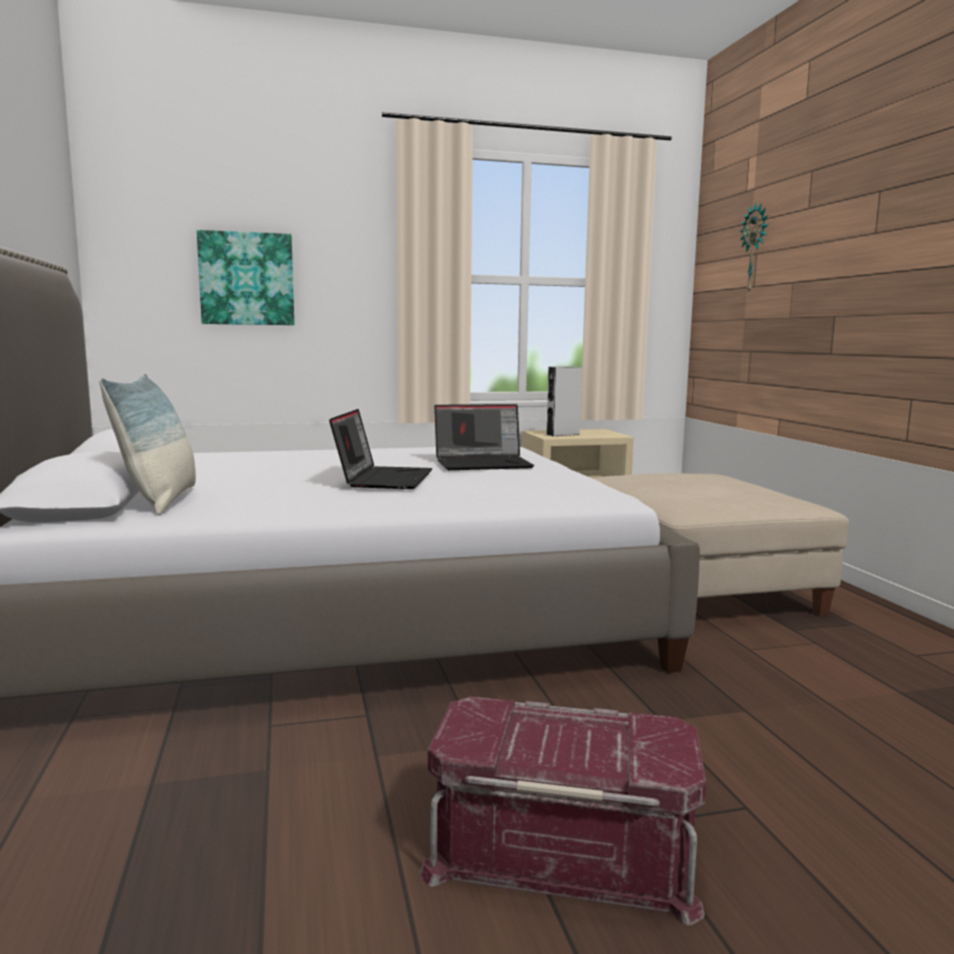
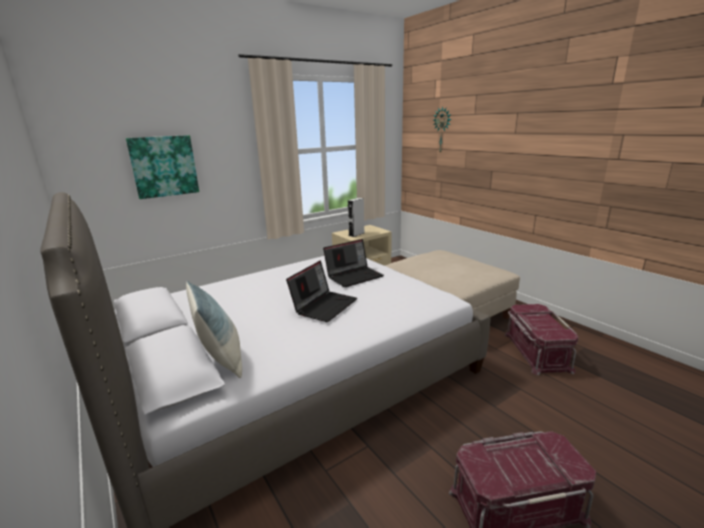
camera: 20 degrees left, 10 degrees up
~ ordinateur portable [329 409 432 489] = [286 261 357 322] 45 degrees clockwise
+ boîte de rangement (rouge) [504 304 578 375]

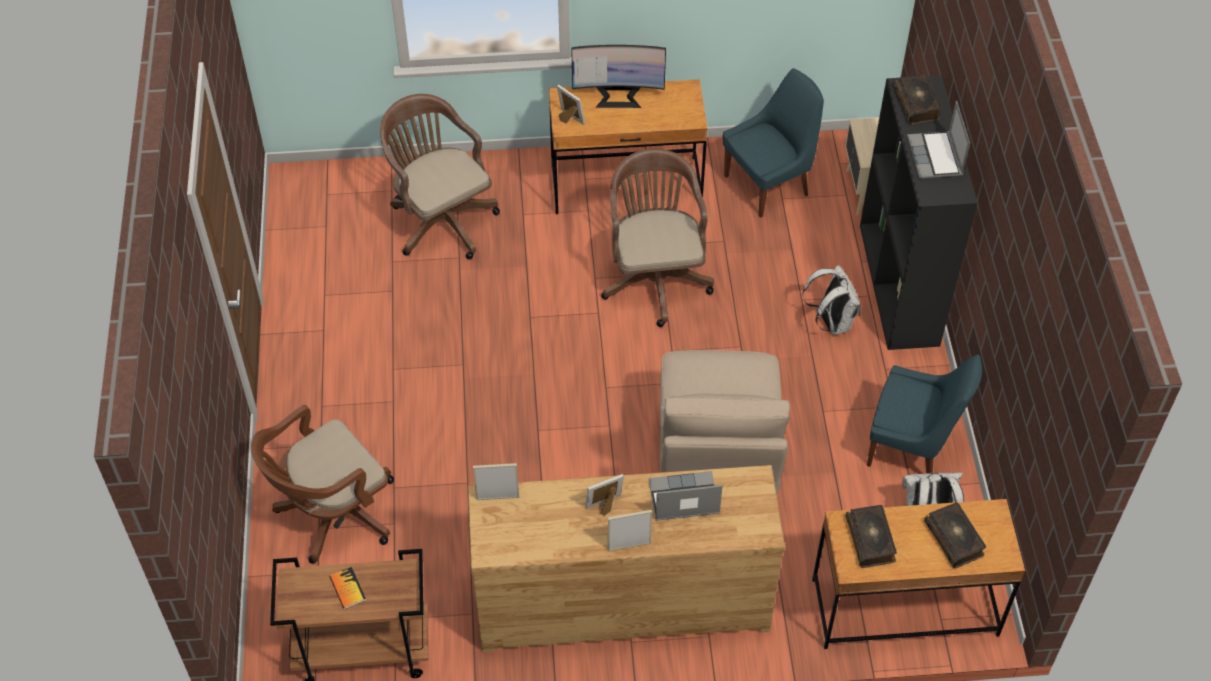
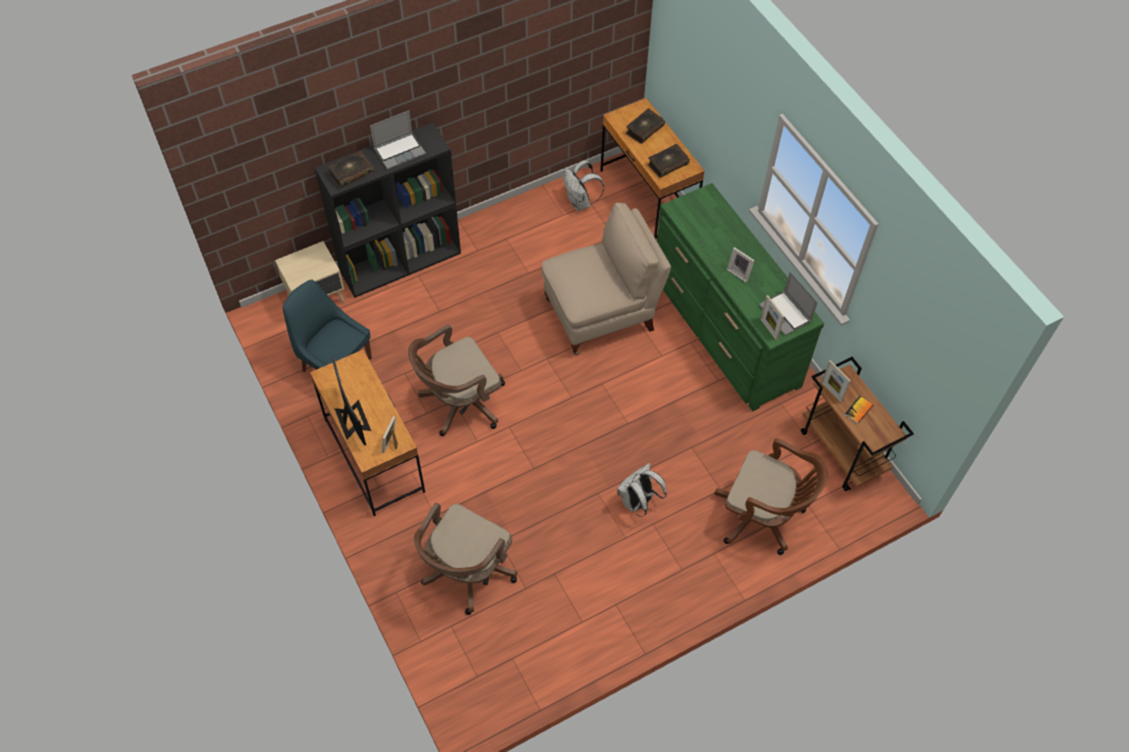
camera: 115 degrees left, 5 degrees up
~ commode (marron) [468 465 785 653] to commode (vert) [657 183 824 411]
~ cadre photo [608 510 652 551] to [821 360 851 403]
~ ordinateur portable [649 471 723 521] to [759 271 818 336]
~ sac à dos (blanc) [802 265 861 335] to [617 463 667 517]
- chaise (bleu) [867 354 982 474]

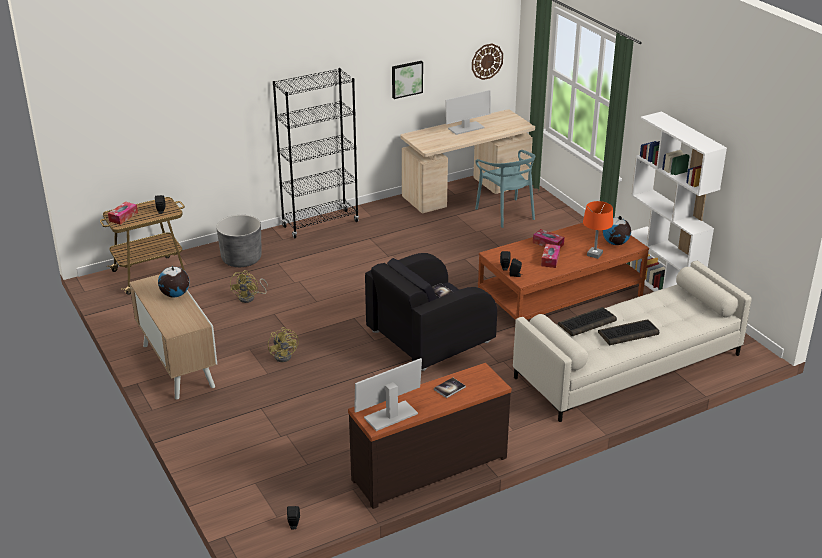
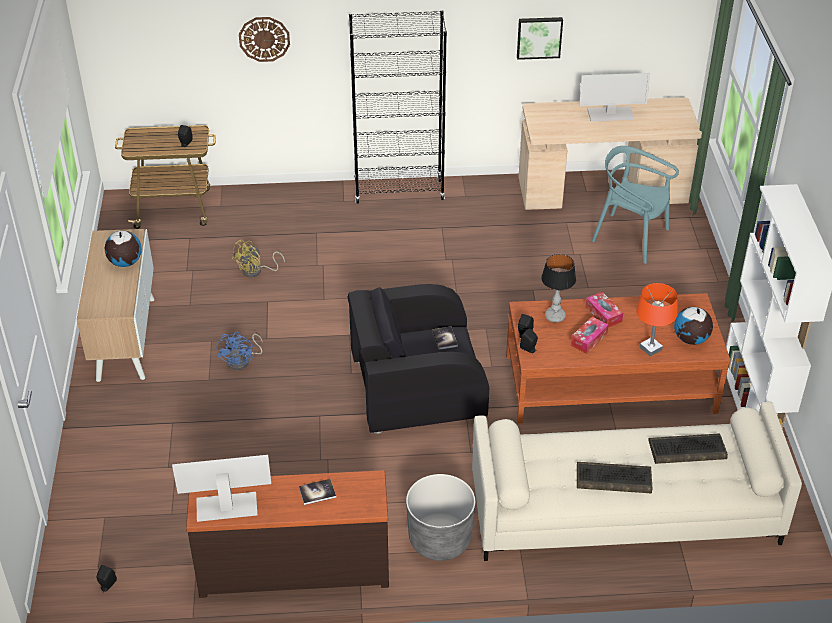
camera: 25 degrees right, 10 degrees up
- boîte à mouchoirs [108 202 138 225]
~ cache-pot (gris) [216 215 262 267] to [406 474 476 561]
~ ventilateur (jaune) [268 327 299 362] to ventilateur (bleu) [216 332 263 370]
~ horloge murale [472 43 503 80] to [239 17 290 62]
~ chaise (turquoise) [475 150 535 228] = [592 146 679 264] 120 degrees clockwise
~ clavier [558 307 617 336] to [648 433 728 464]
+ lampe de table [541 254 576 322]

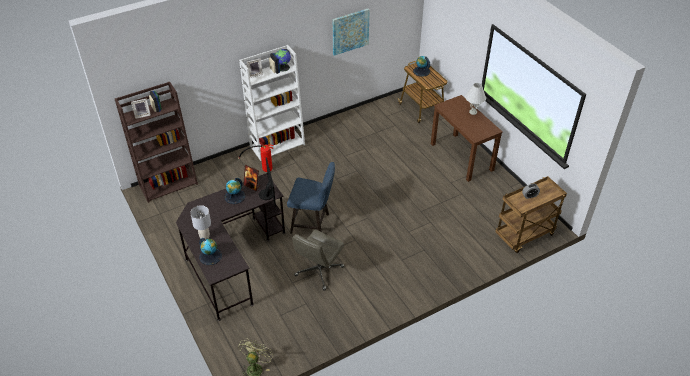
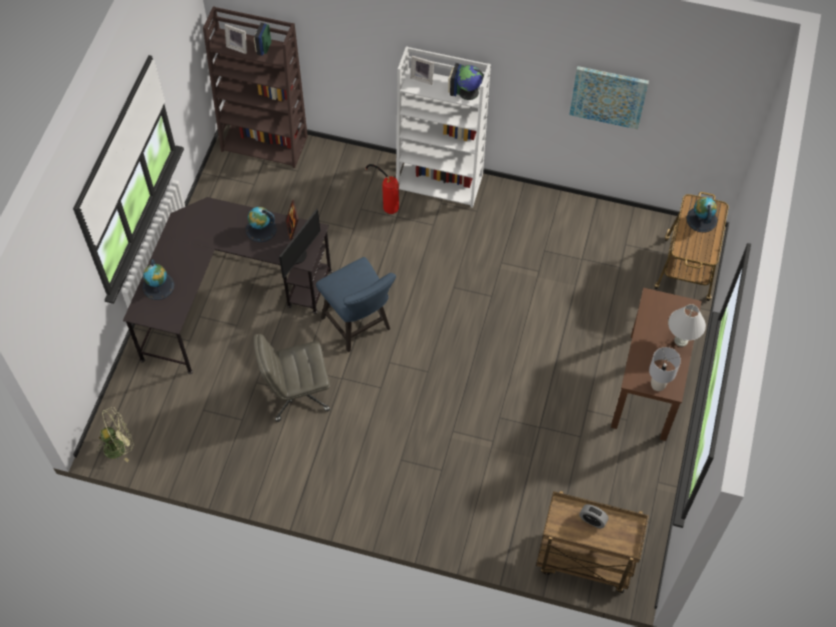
camera: 45 degrees right, 15 degrees up
~ lampe de table (gris) [190 205 211 239] to [649 347 681 391]

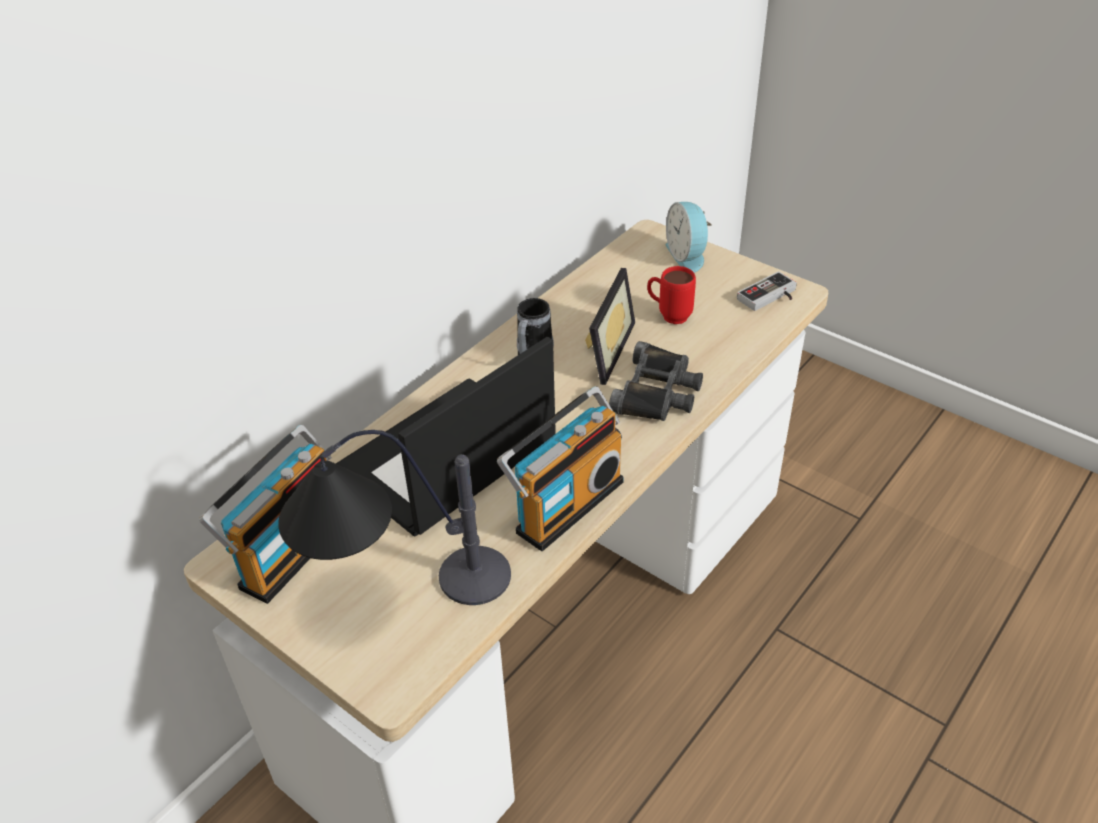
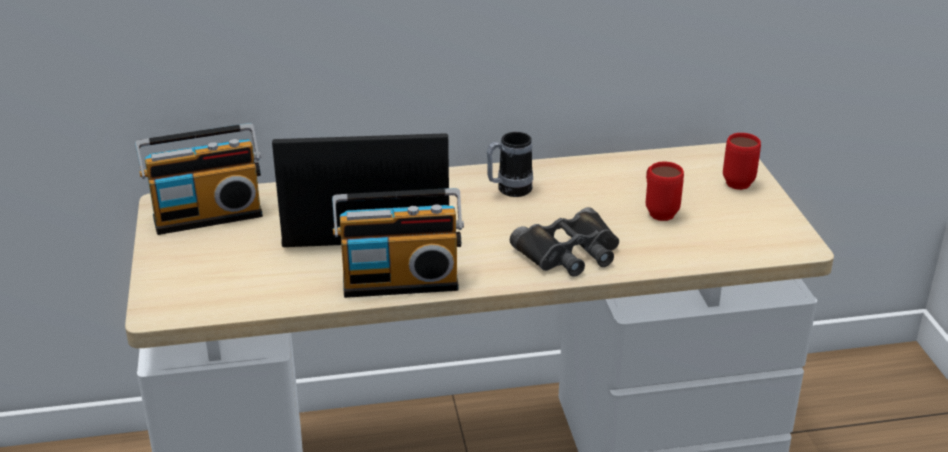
camera: 40 degrees right, 10 degrees down
- lampe de table [278 430 511 605]
- cadre photo [585 268 635 385]
~ réveil [665 202 712 273] to mug (rouge) [723 133 761 190]
- manette [737 272 797 311]

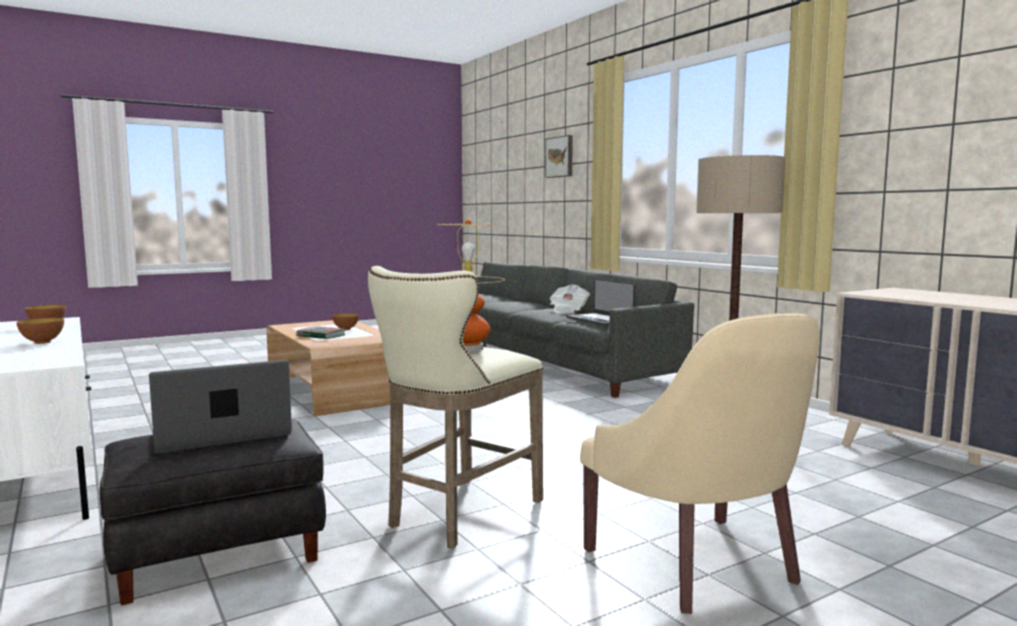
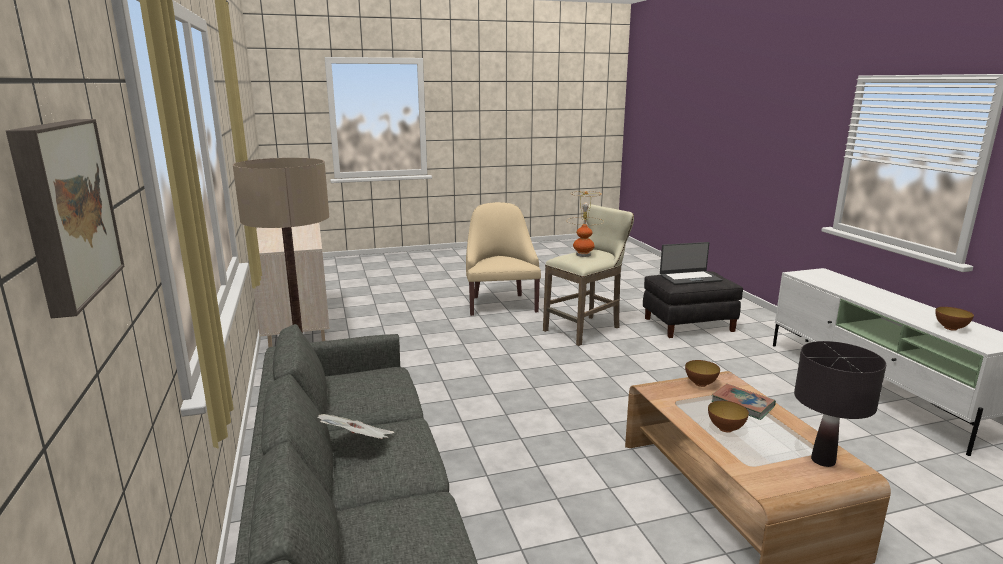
camera: 165 degrees left, 10 degrees up
~ bol [16 318 64 344] to [685 360 720 387]
- ordinateur portable [567 279 636 326]
+ lampe de table (noir) [794 341 886 467]

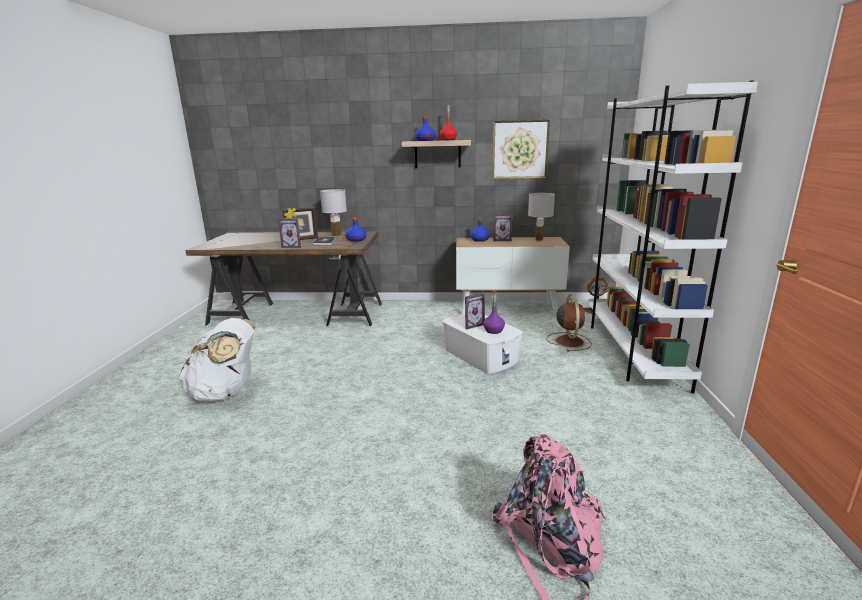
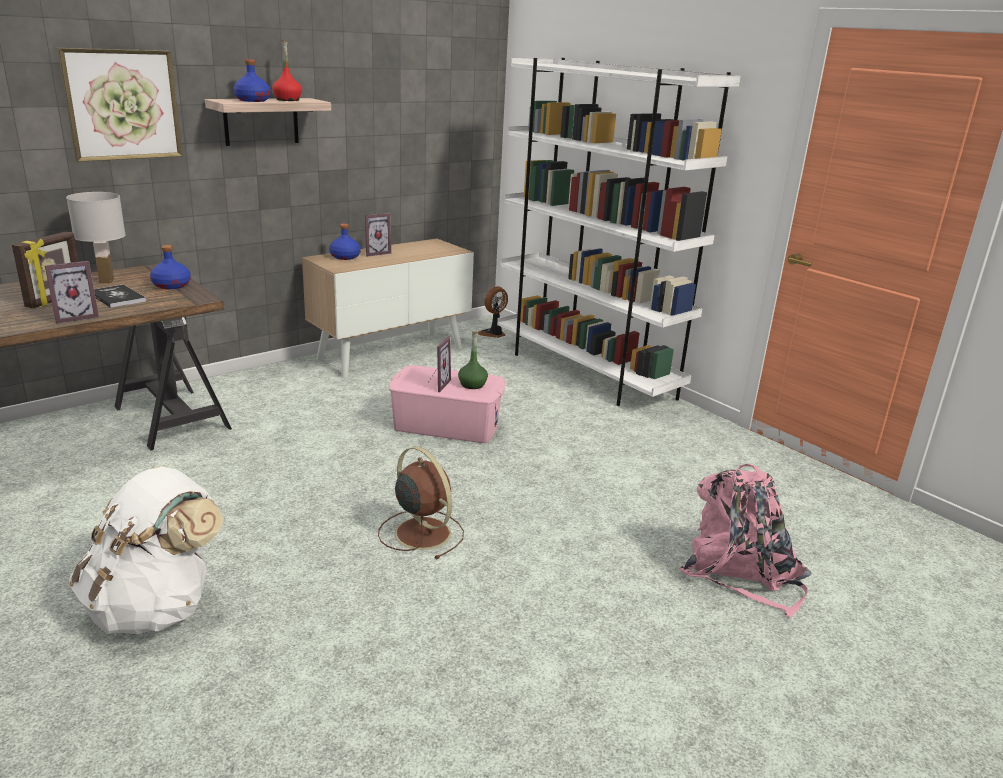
camera: 45 degrees left, 5 degrees up
~ boîte de rangement (blanc) [442 313 523 374] to boîte de rangement (rose) [389 365 505 443]
~ bouteille (violet) [483 291 505 334] to bouteille (vert) [458 331 488 389]
~ tableau [492 119 550 179] to [57 48 182 162]
- lampe de table (blanc) [528 193 555 241]
~ ventilateur (marron) [546 294 592 352] to [378 447 464 559]

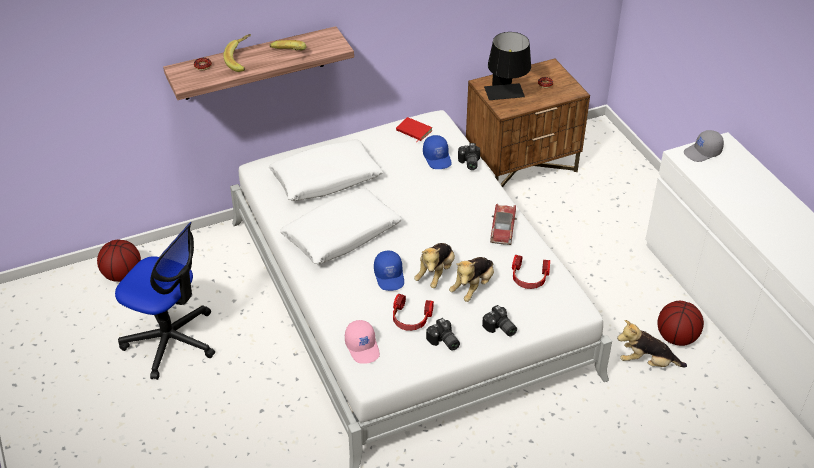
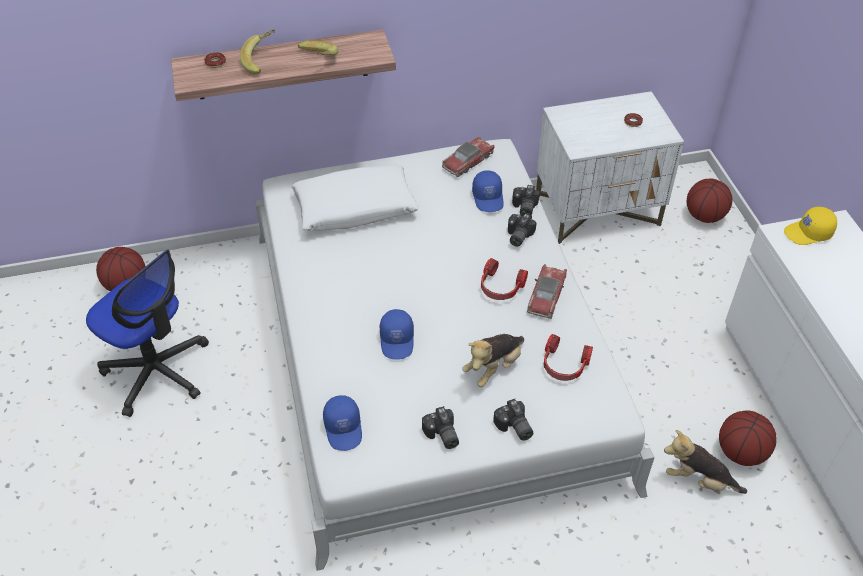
camera: 10 degrees right, 5 degrees up
- coussin (blanc) [280 188 402 264]
~ casquette (rose) [345 320 380 364] to casquette (bleu) [323 395 362 451]
~ casque audio [393 294 434 331] to [481 258 528 300]
~ livre (rouge) [396 117 433 141] to petite voiture [442 137 495 177]
- peluche [414 243 455 288]
~ table de chevet (marron) [466 58 590 187] to table de chevet (blanc) [536 91 684 244]
- lampe de table (noir) [484 32 531 100]
~ casquette (gris) [684 130 724 162] to casquette (jaune) [784 206 837 245]
+ appareil photo [508 214 537 247]
+ ballon de basket [687 178 732 223]

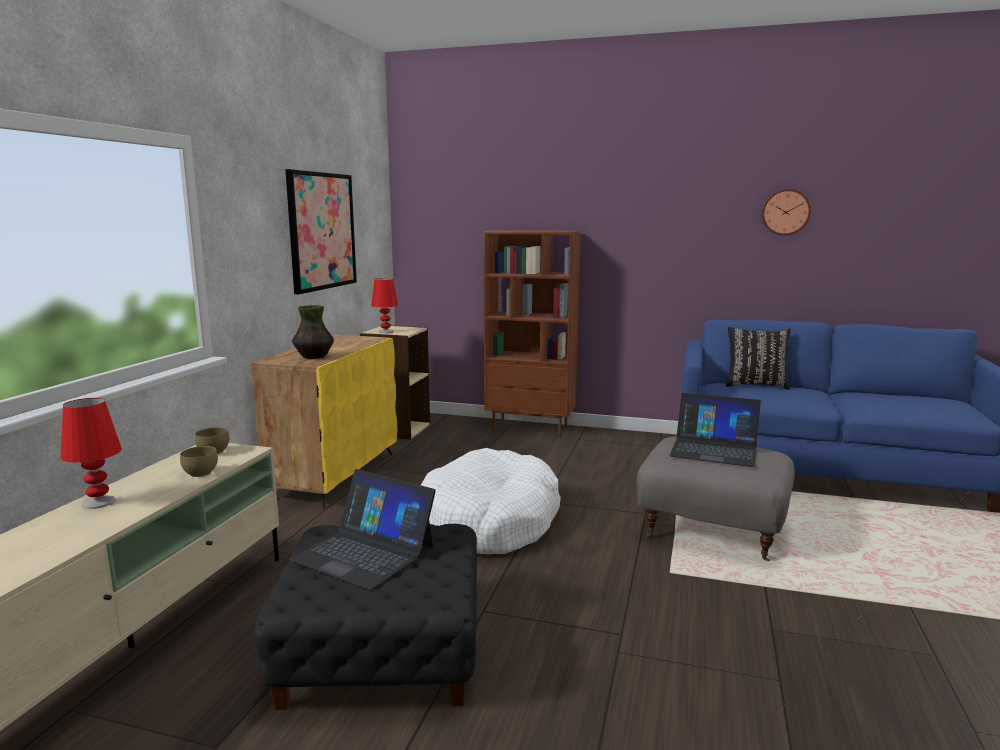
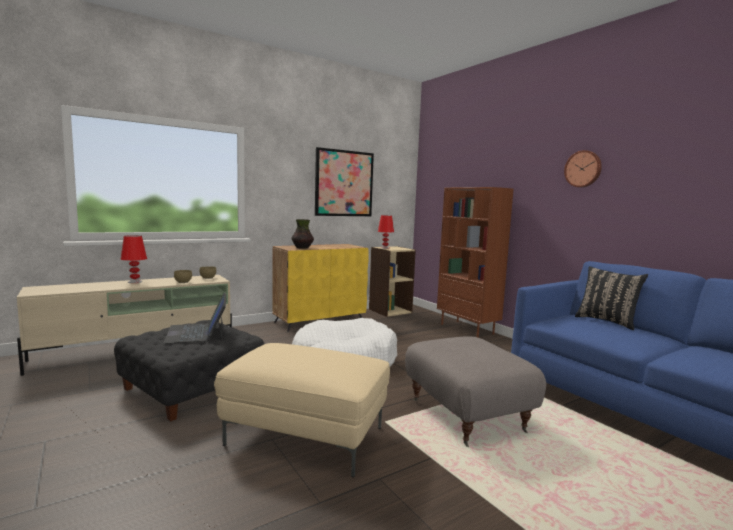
camera: 40 degrees right, 5 degrees down
- ordinateur portable [669 393 761 467]
~ horloge murale [762 189 811 236] to [564 150 602 187]
+ pouf (beige) [214 343 390 478]

